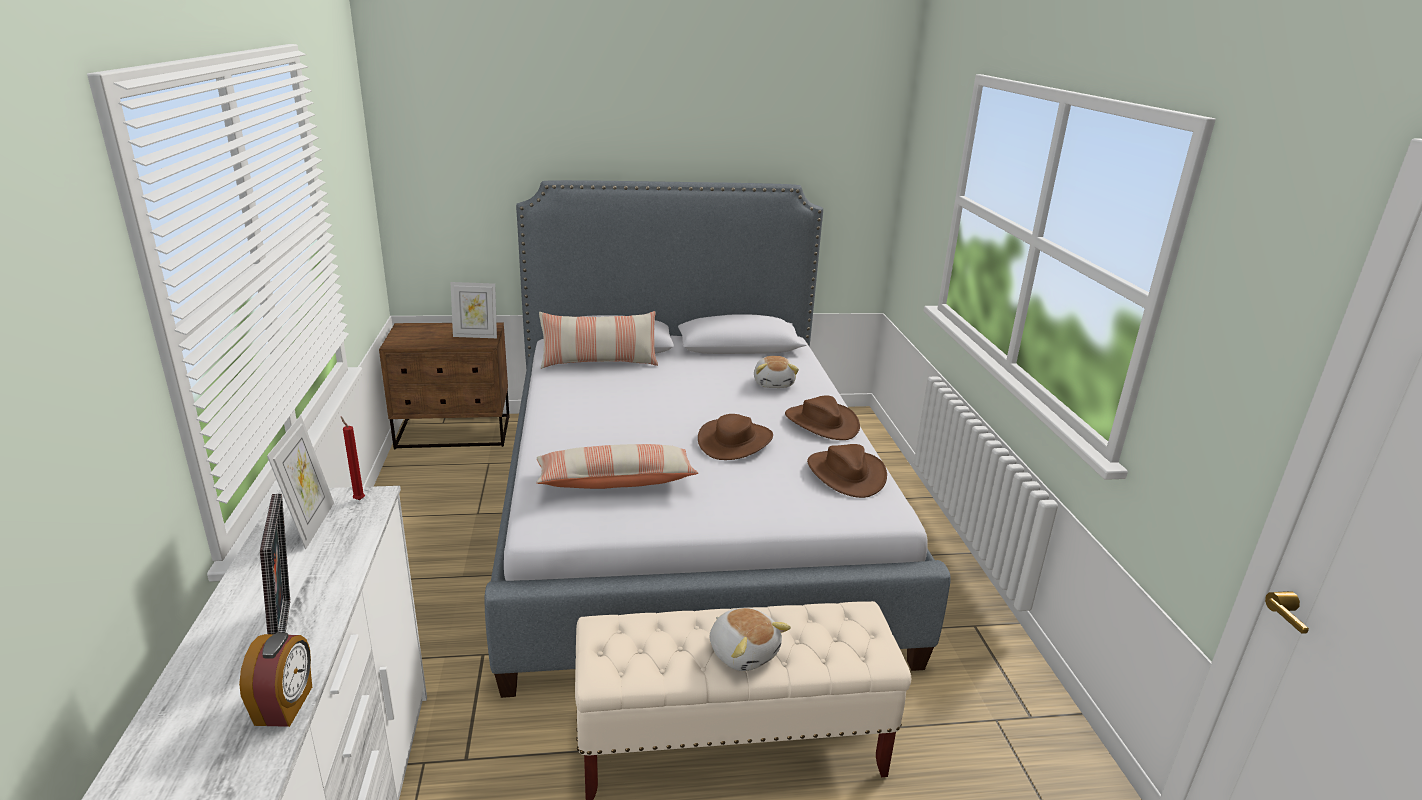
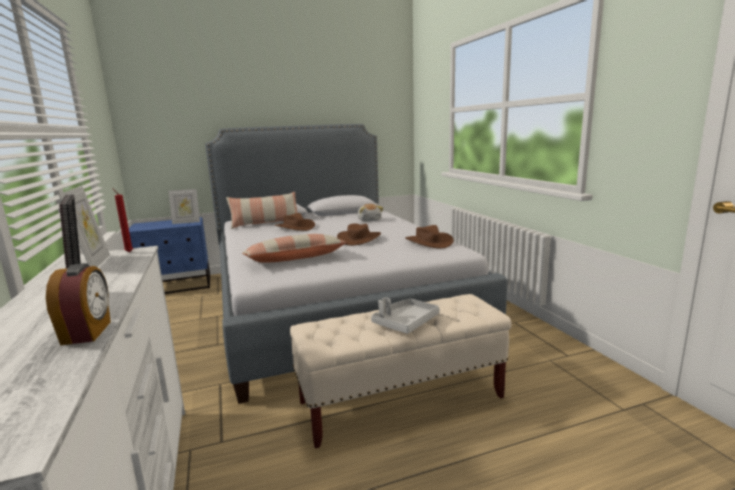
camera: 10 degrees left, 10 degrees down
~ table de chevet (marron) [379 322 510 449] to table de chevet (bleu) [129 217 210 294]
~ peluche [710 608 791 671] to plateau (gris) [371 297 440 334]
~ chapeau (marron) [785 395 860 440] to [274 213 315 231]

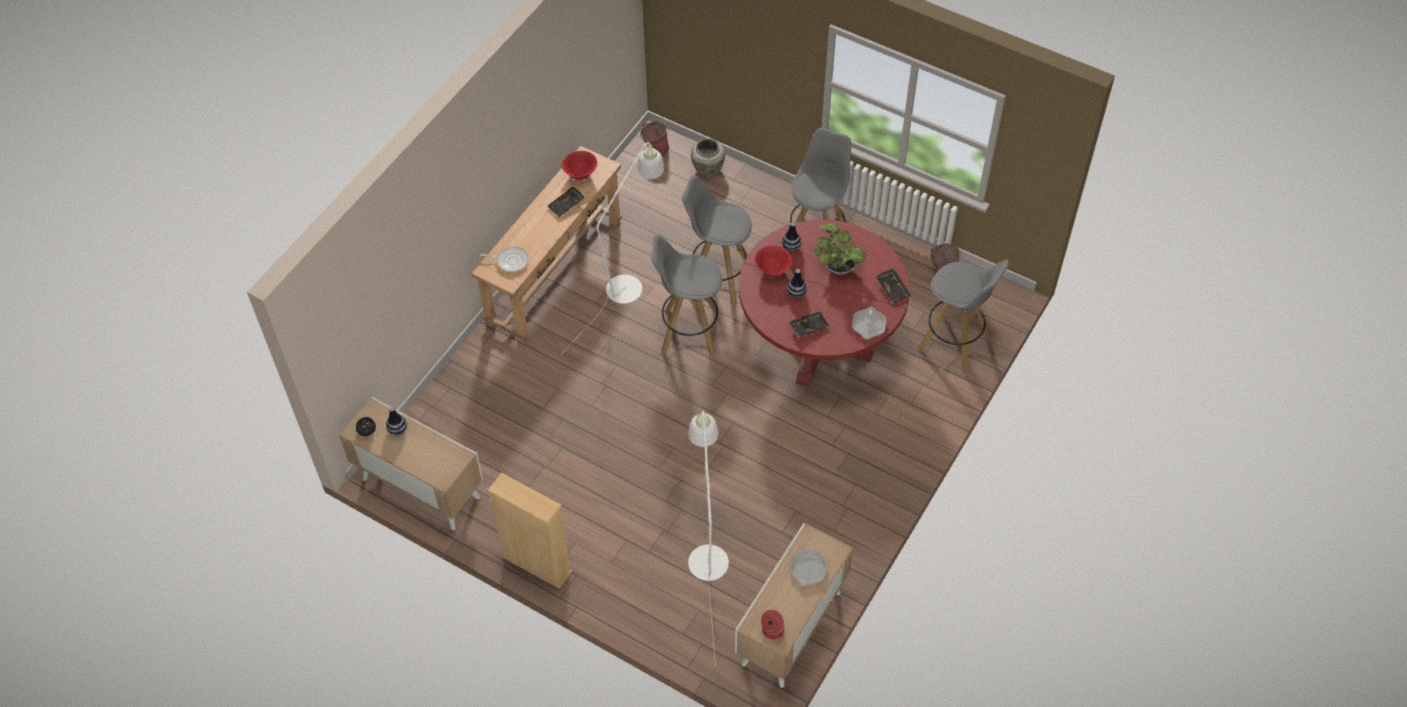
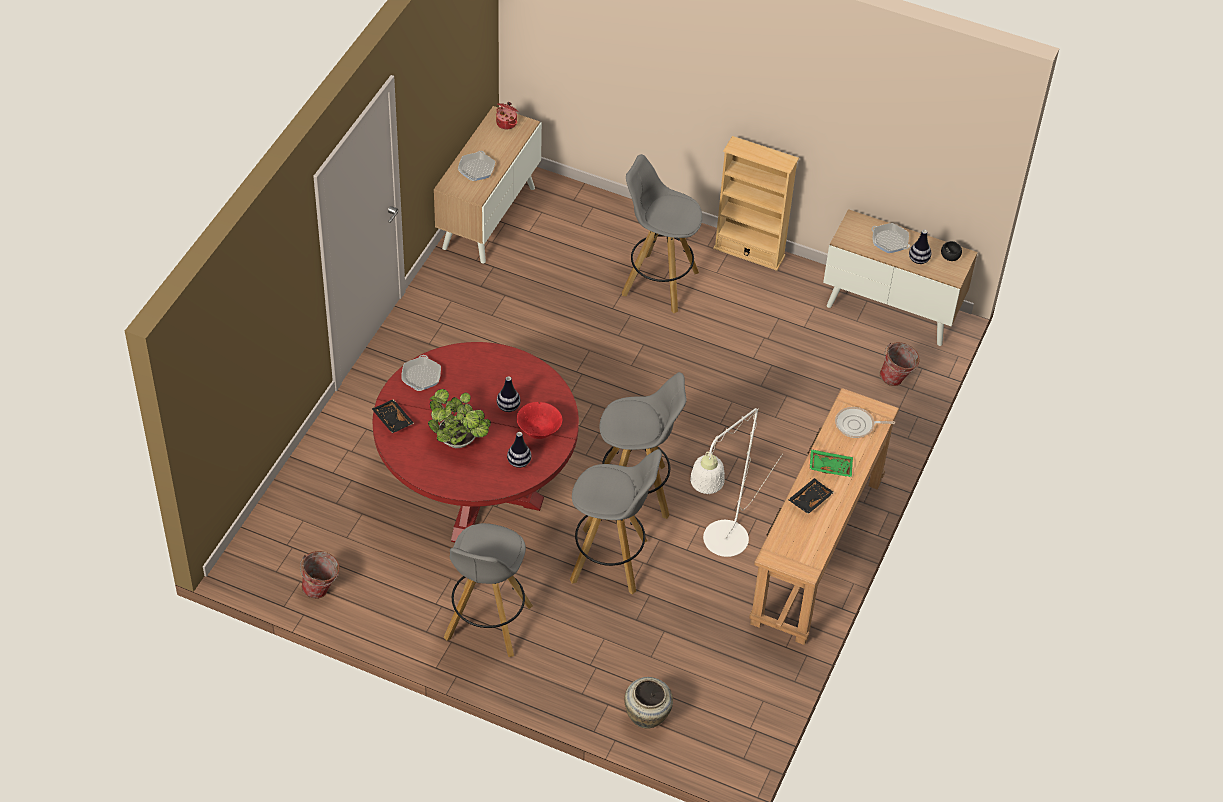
camera: 170 degrees right, 5 degrees down
- bol (rouge) [562 151 597 180]
~ seau [640 121 669 156] to [880 342 920 386]
- lampadaire (blanc) [688 411 729 666]
- plateau (noir) [789 311 830 337]
~ tabouret (gris) [918 260 1009 371] to [622 154 702 313]
+ plateau (vert) [810 449 853 478]
+ poêle [871 223 910 253]

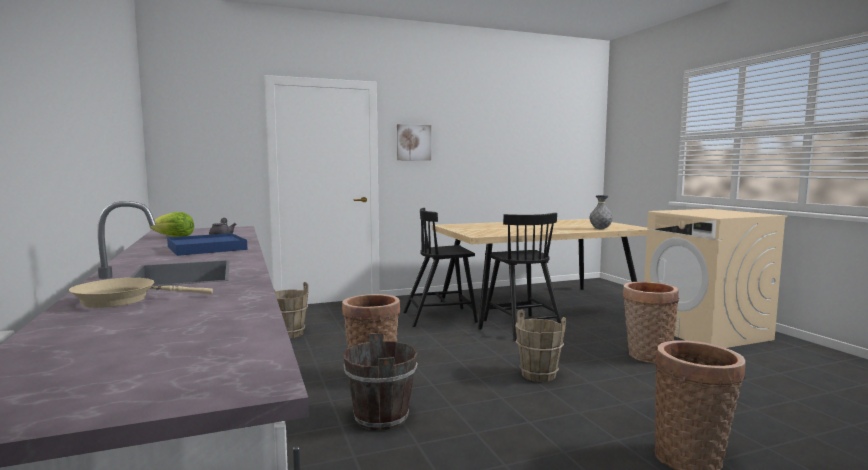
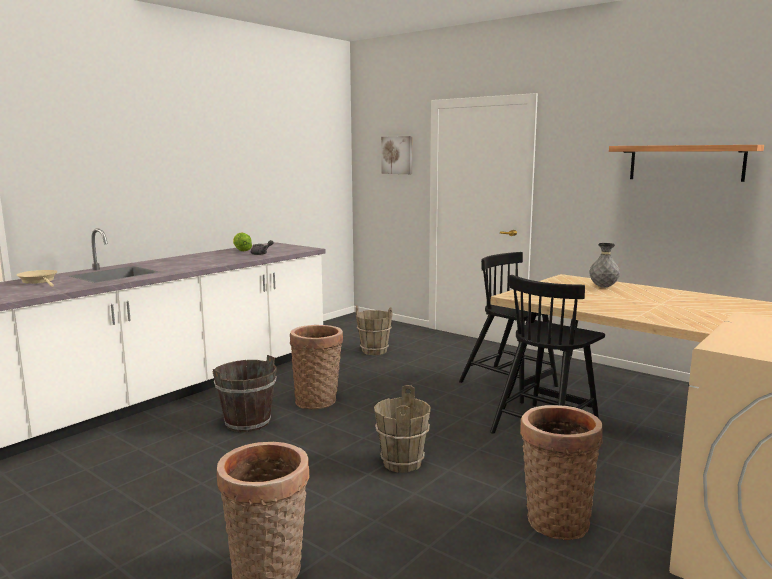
camera: 60 degrees right, 5 degrees up
- plateau (bleu) [167 233 248 256]
~ tableau [397 124 431 160] to [381 136 412 174]
~ vase (gris) [590 195 613 229] to [589 243 620 288]
+ étagère [609 145 764 182]

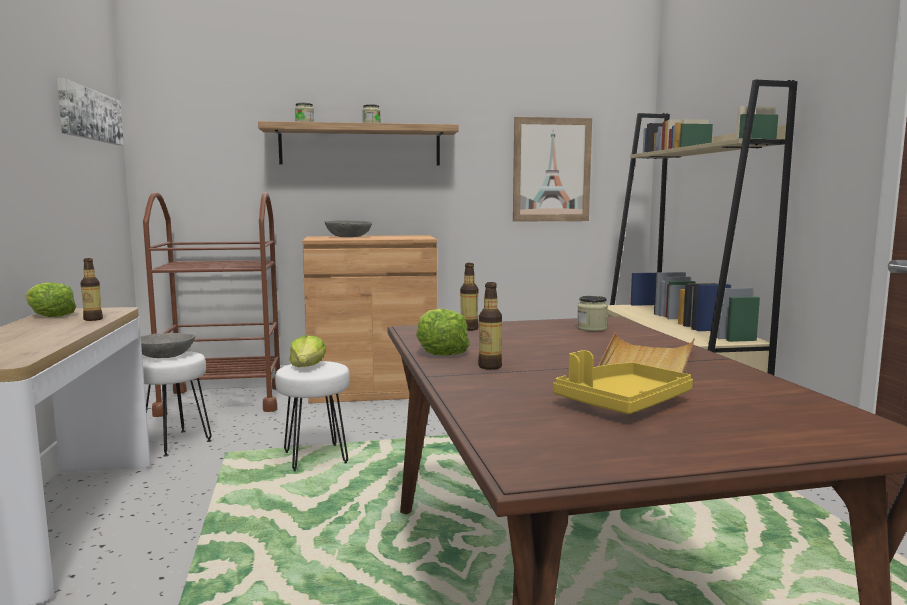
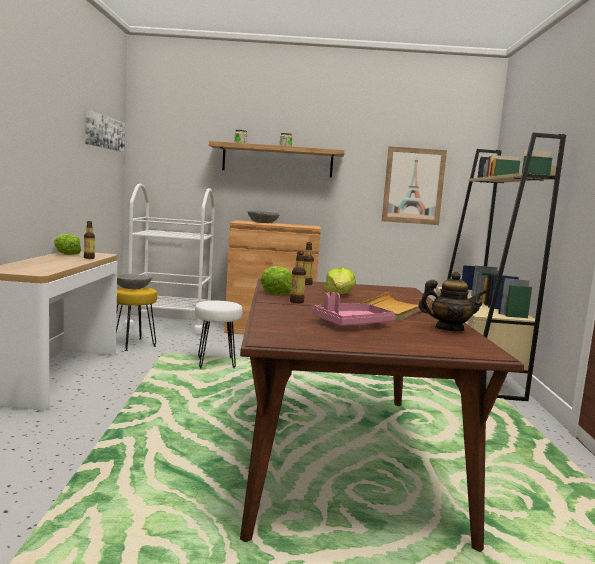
camera: 10 degrees right, 0 degrees up
~ tabouret (blanc) [142 351 212 457] to tabouret (jaune) [116 287 157 351]
~ chariot (marron) [143 192 280 417] to chariot (blanc) [124 183 215 335]
~ laitue [289 335 326 367] to [324 267 356 294]
~ plateau (jaune) [553 350 693 414] to plateau (rose) [312 292 395 326]
- bocal [577 296 608 331]
+ théière [419 271 487 331]

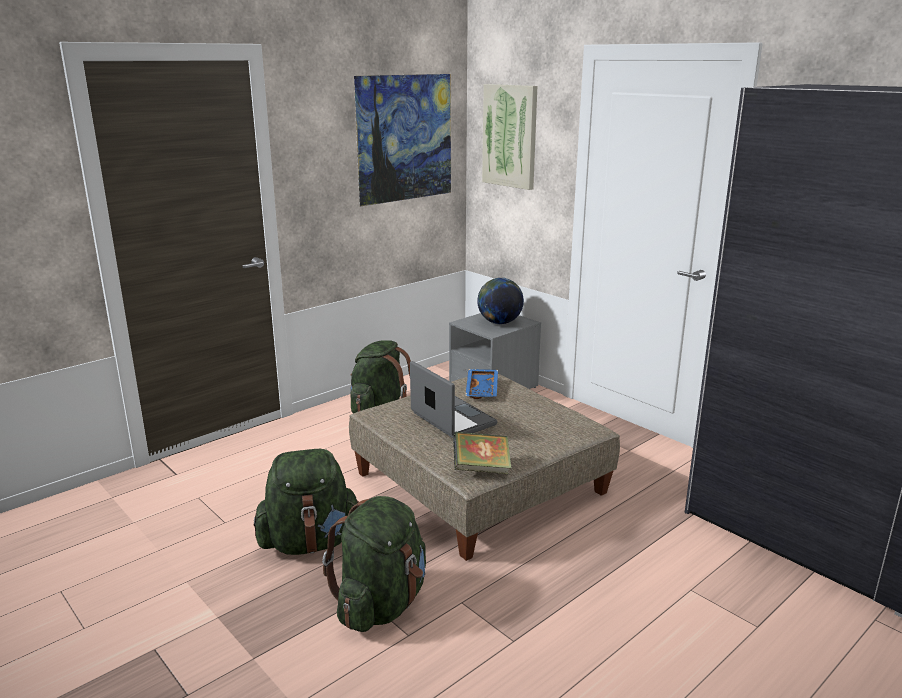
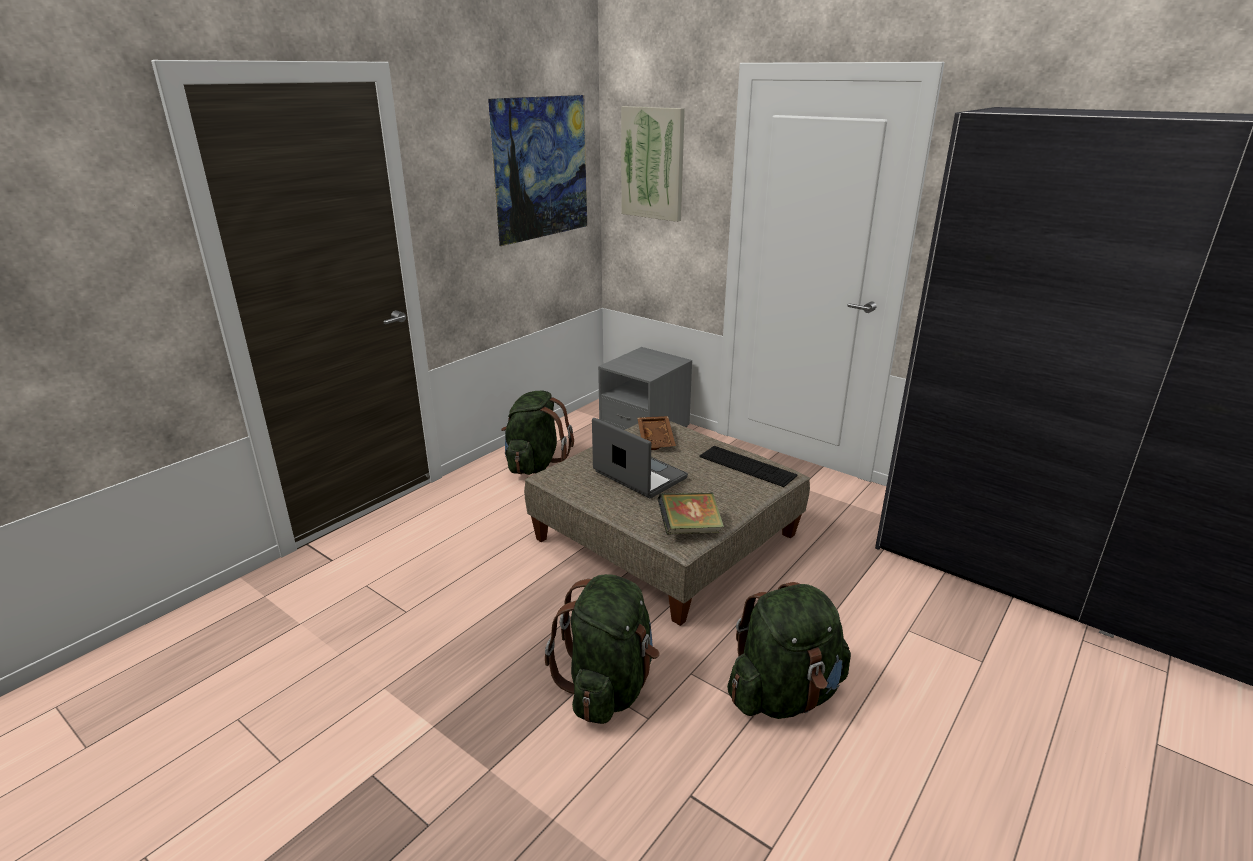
camera: 10 degrees left, 5 degrees up
~ sac à dos (vert) [254 449 359 555] to [727 582 851 719]
~ plateau (bleu) [465 369 498 399] to plateau (marron) [637 416 676 450]
- globe [477 278 524 324]
+ clavier [699 446 797 487]

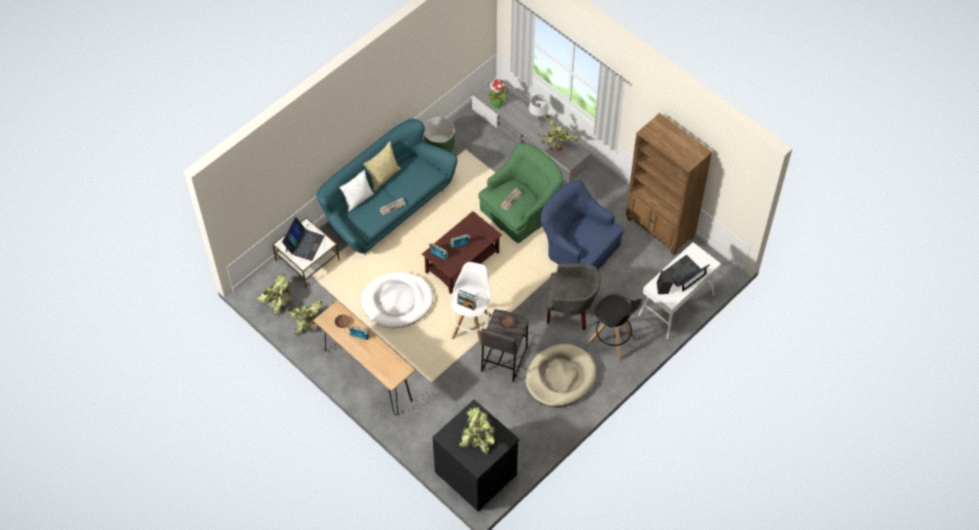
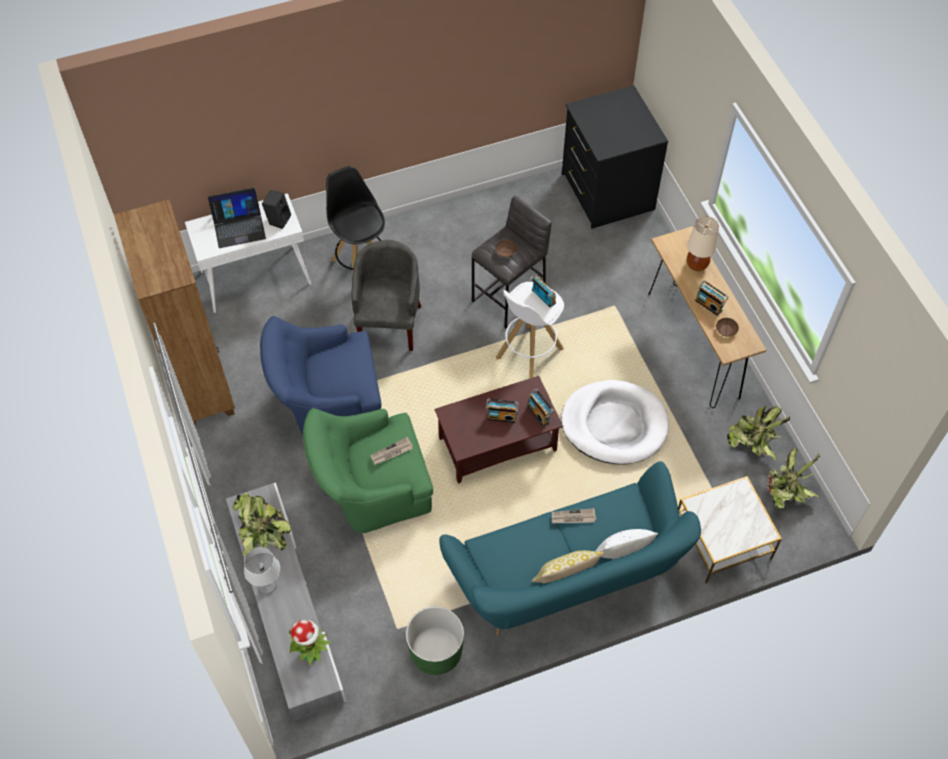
camera: 155 degrees left, 0 degrees up
- ordinateur portable [282 217 325 261]
- plante en pot [459 406 495 454]
- panier pour chien (beige) [525 344 596 407]
~ fauteuil (bleu) [541 180 624 270] = [260 316 381 435] 105 degrees clockwise
~ fauteuil (gris) [546 263 601 331] = [351 240 421 351] 60 degrees clockwise
+ lampe de table (beige) [687 216 719 271]

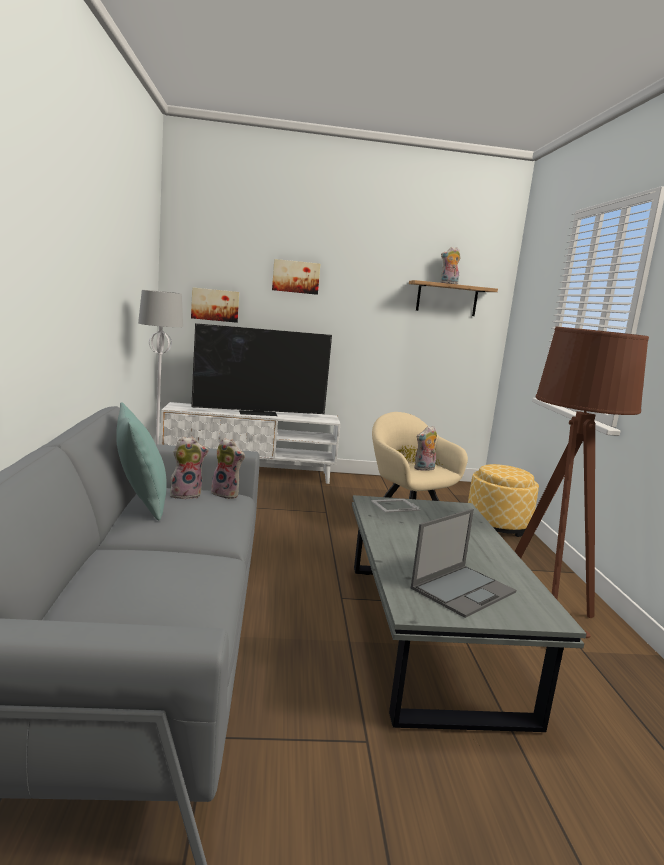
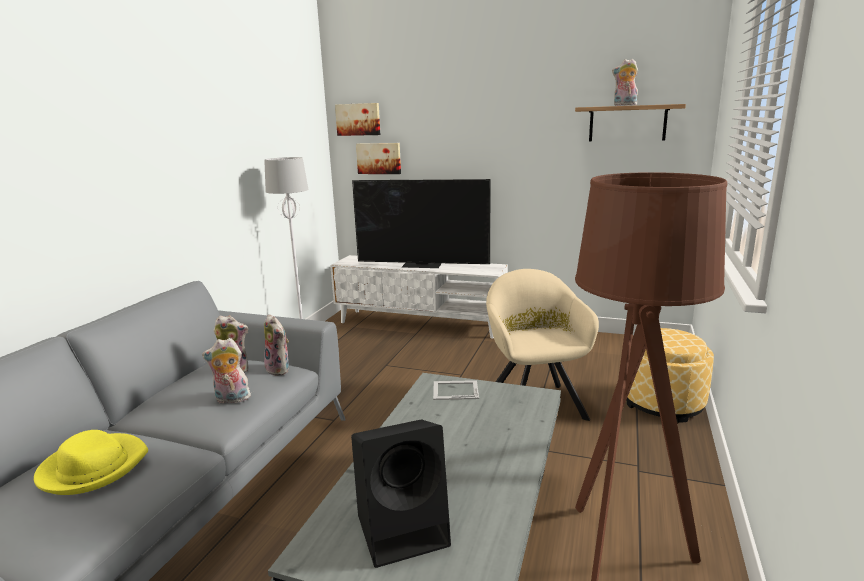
camera: 25 degrees right, 5 degrees up
- coussin (turquoise) [116 402 167 521]
~ tableau [272 259 320 295] to [335 103 380 136]
~ ordinateur portable [411 509 516 618] to enceinte (noir) [351 419 451 568]
~ peluche [414 426 437 471] to [202 338 252 404]
+ chapeau (jaune) [34 430 148 495]

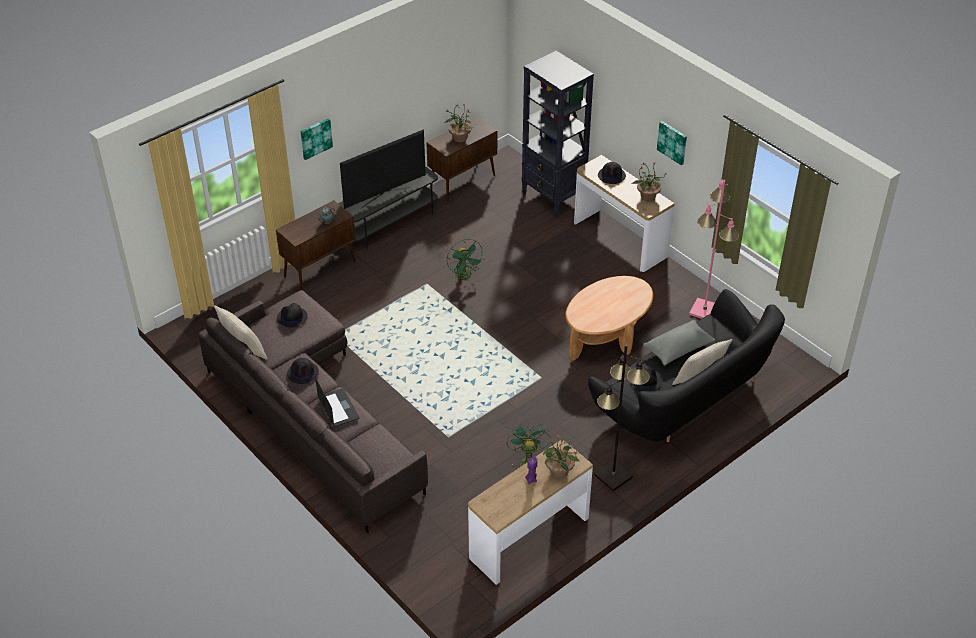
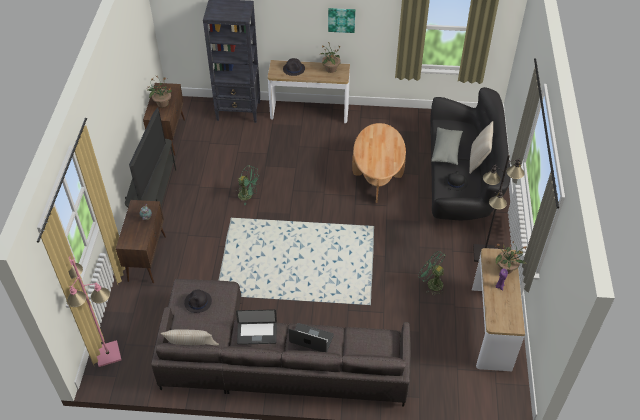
camera: 45 degrees left, 5 degrees up
~ chapeau (noir) [287 358 319 384] to ordinateur portable [236 309 277 345]
- tableau [301 118 333 160]
~ lampadaire (rose) [689 179 739 319] to [66 256 122 367]

